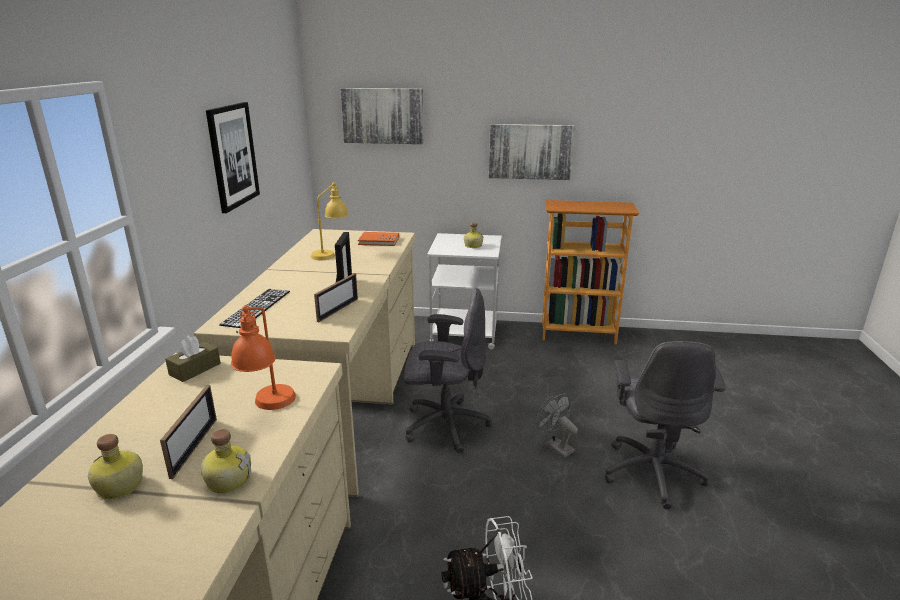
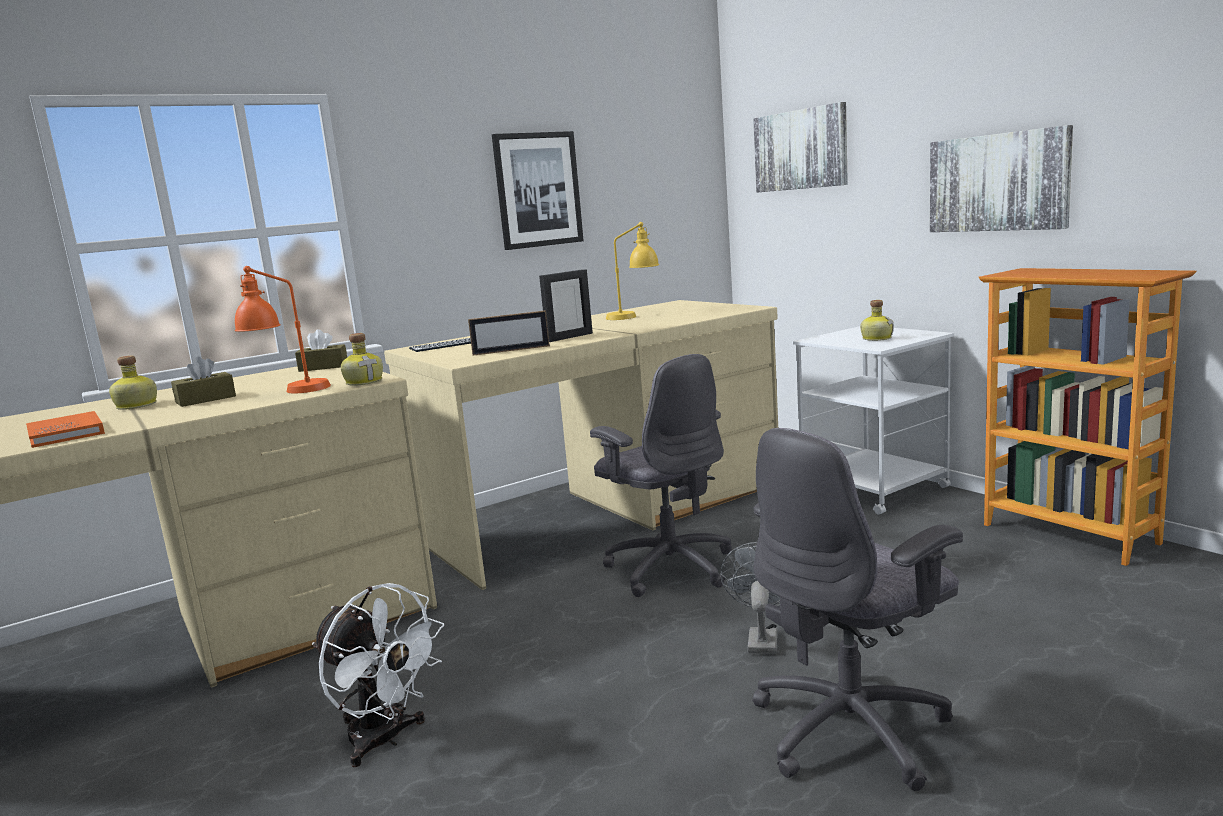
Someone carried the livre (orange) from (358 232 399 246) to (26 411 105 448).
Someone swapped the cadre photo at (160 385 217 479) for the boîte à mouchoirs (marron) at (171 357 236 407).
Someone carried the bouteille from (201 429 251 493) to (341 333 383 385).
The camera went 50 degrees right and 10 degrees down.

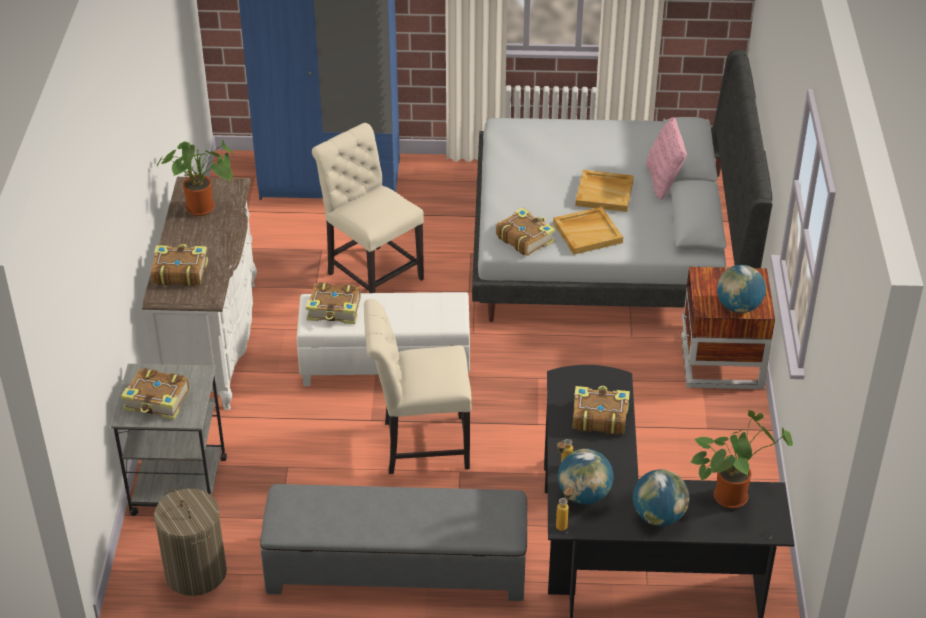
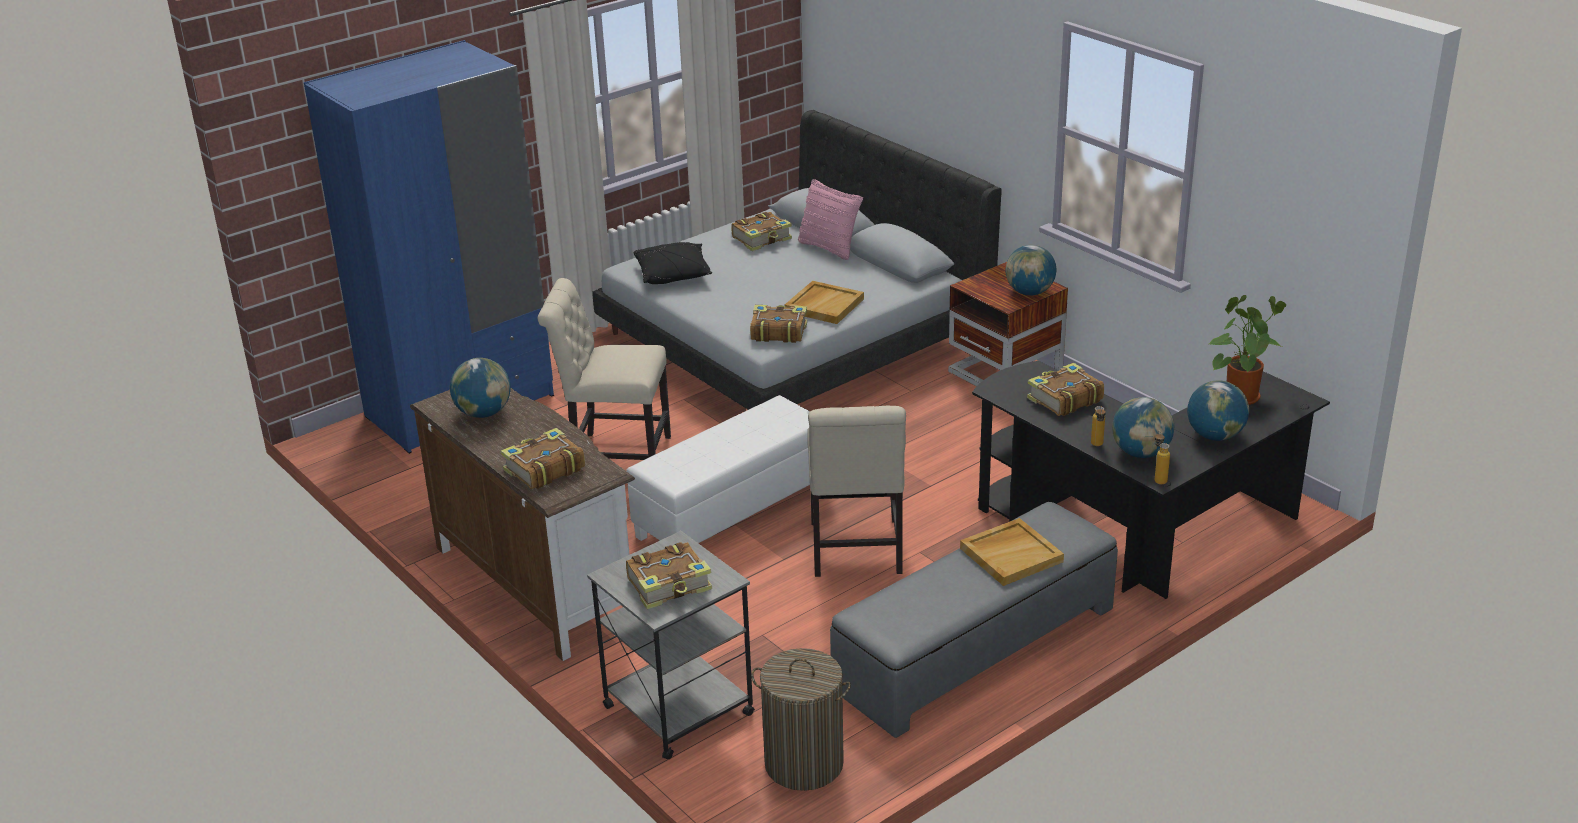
Someone swapped the plante en pot at (157 139 234 216) for the globe at (450 358 511 418).
Someone put down the coussin (noir) at (633 242 712 284).
Someone carried the livre from (306 282 360 324) to (731 212 792 251).
Someone rotated the chaise (beige) at (364 299 472 474) by 45 degrees counterclockwise.
Someone carried the plateau (beige) from (575 170 634 212) to (960 518 1064 586).
The camera went 40 degrees left and 10 degrees down.

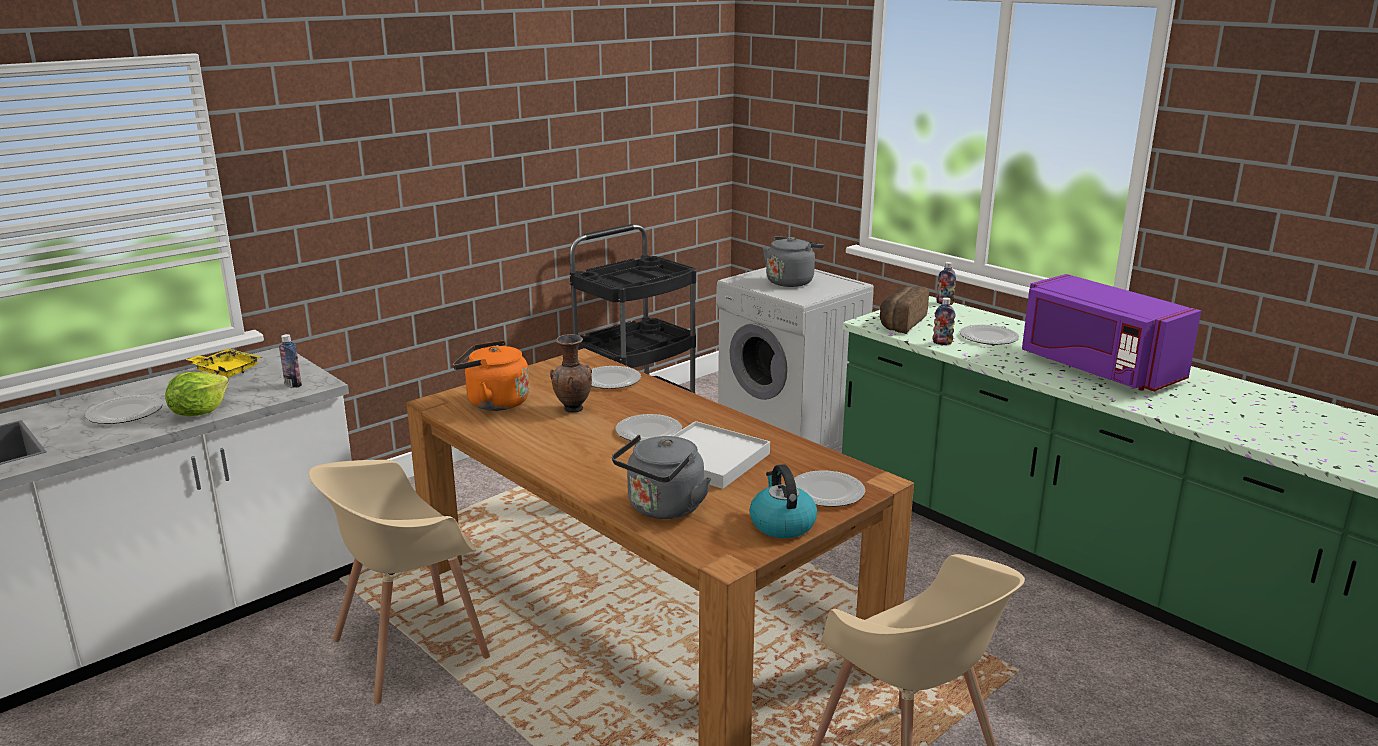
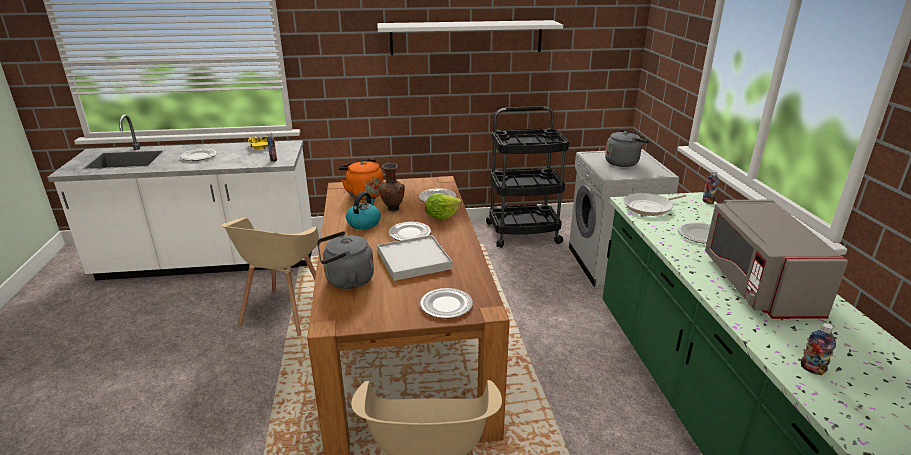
Someone rotated the chaise (beige) at (308 460 490 704) by 75 degrees counterclockwise.
Someone carried the bouilloire from (749 464 817 538) to (346 192 381 229).
Someone put up the étagère (blanc) at (377 20 563 55).
Someone carried the laitue from (165 372 229 416) to (425 193 461 219).
Someone swapped the pain at (880 286 929 333) for the poêle at (623 193 686 216).
Someone repainted the micro-ondes (violet) at (1022 274 1201 391), which became the micro-ondes (gris) at (705 200 848 319).
Someone carried the bouteille from (932 297 956 345) to (801 323 836 375).
The camera went 35 degrees right and 5 degrees up.

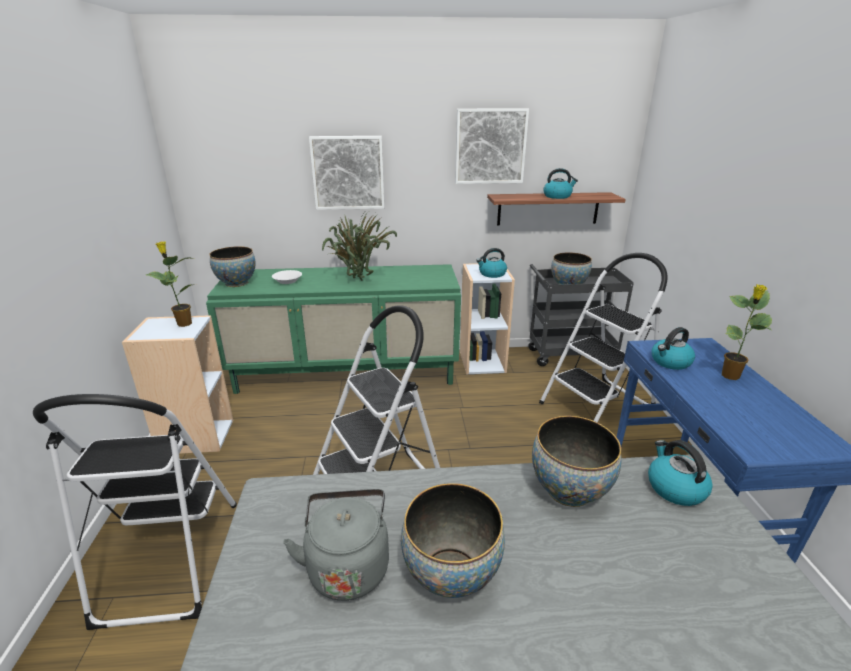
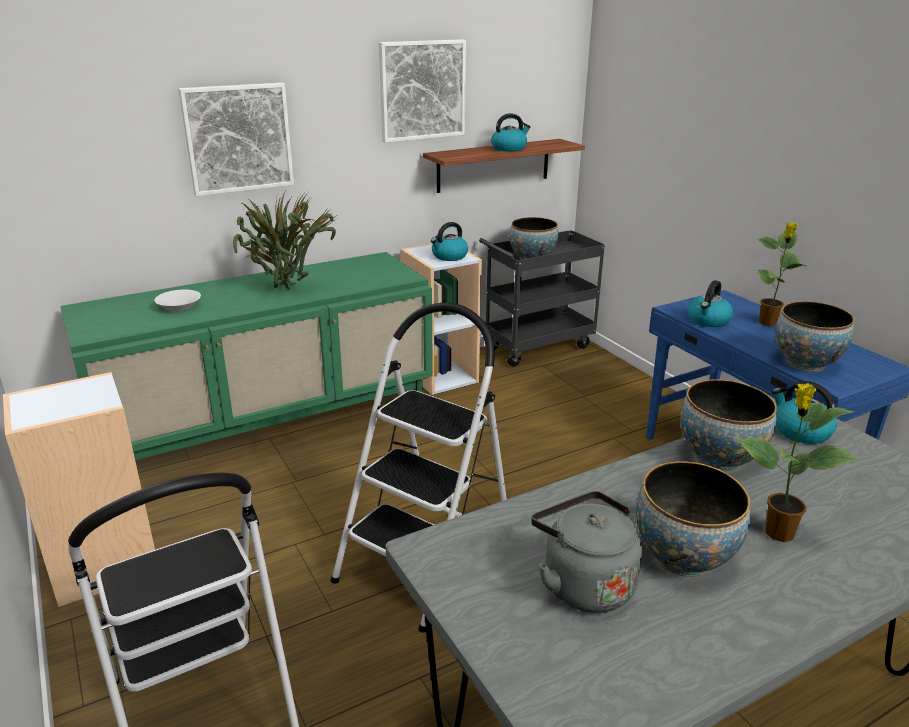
Someone carried the plante en pot from (146 241 195 327) to (736 383 860 542).
Someone carried the bol from (209 246 256 287) to (775 301 854 372).
Someone took away the escabeau at (539 253 668 423).
The camera went 25 degrees left and 0 degrees up.

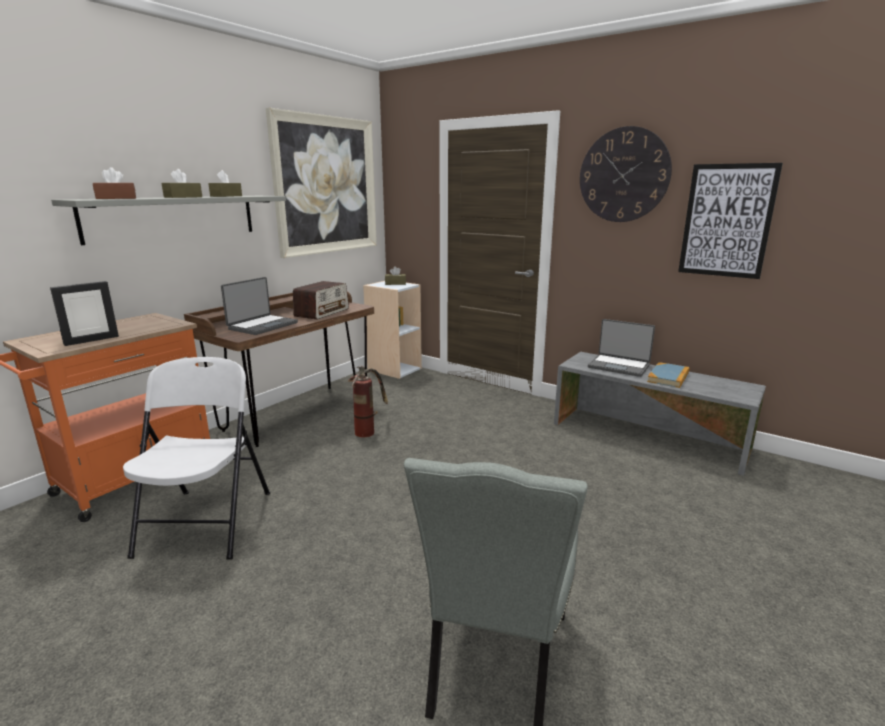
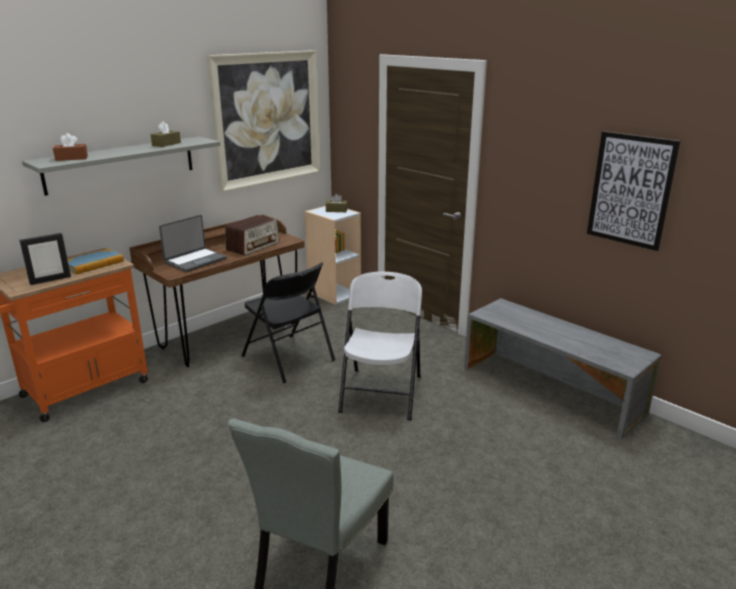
Someone carried the livre from (647 362 690 388) to (68 249 124 275).
Someone swapped the extincteur at (348 366 388 437) for the chaise (noir) at (241 262 335 384).
Someone carried the chaise (blanc) from (123 357 270 560) to (338 272 422 421).
Someone took away the boîte à mouchoirs (marron) at (161 169 202 198).
Someone took away the horloge murale at (580 126 672 222).
Someone took away the ordinateur portable at (588 319 655 377).
The camera went 10 degrees right and 5 degrees up.

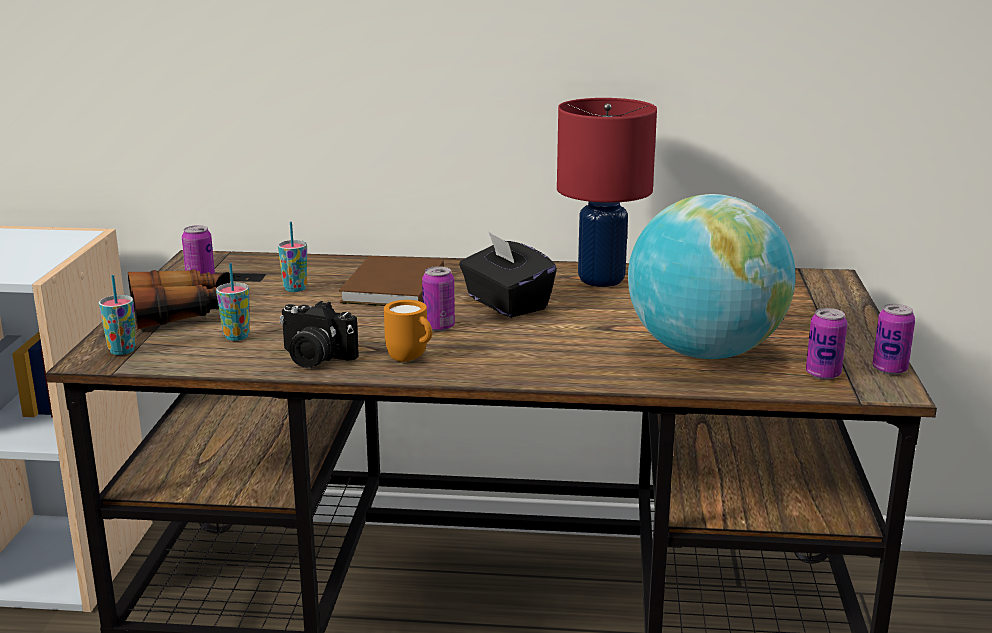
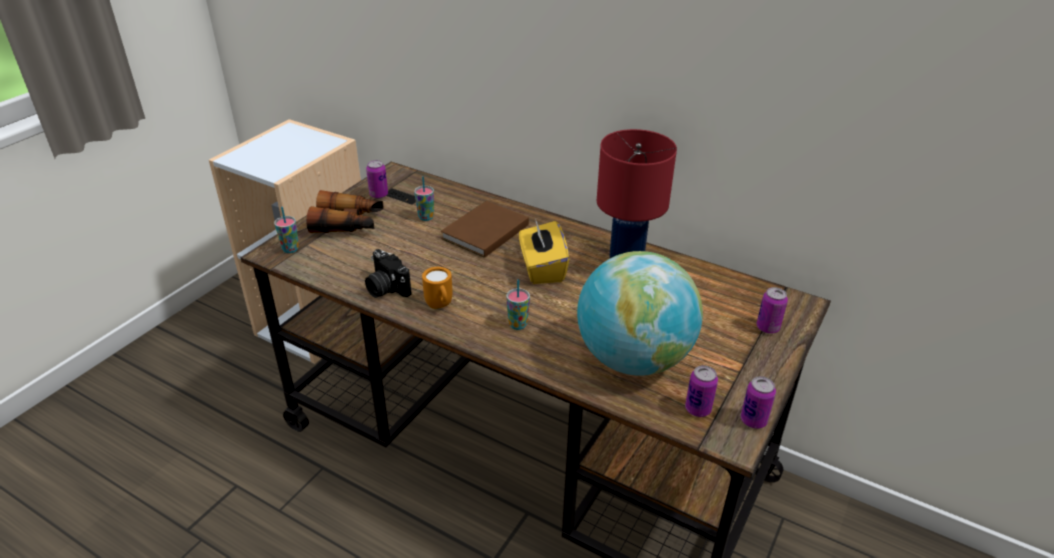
Someone carried the tasse from (216 263 250 341) to (506 279 530 330).
Someone repainted the boîte à mouchoirs (noir) at (459 231 557 318), which became the boîte à mouchoirs (jaune) at (519 218 569 284).
Someone carried the boîte métallique from (422 266 455 331) to (757 287 788 334).
The camera went 25 degrees right and 15 degrees up.

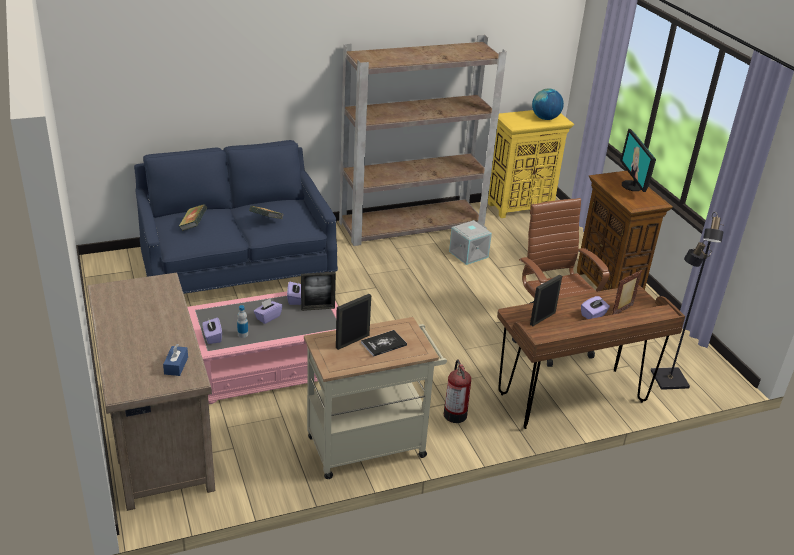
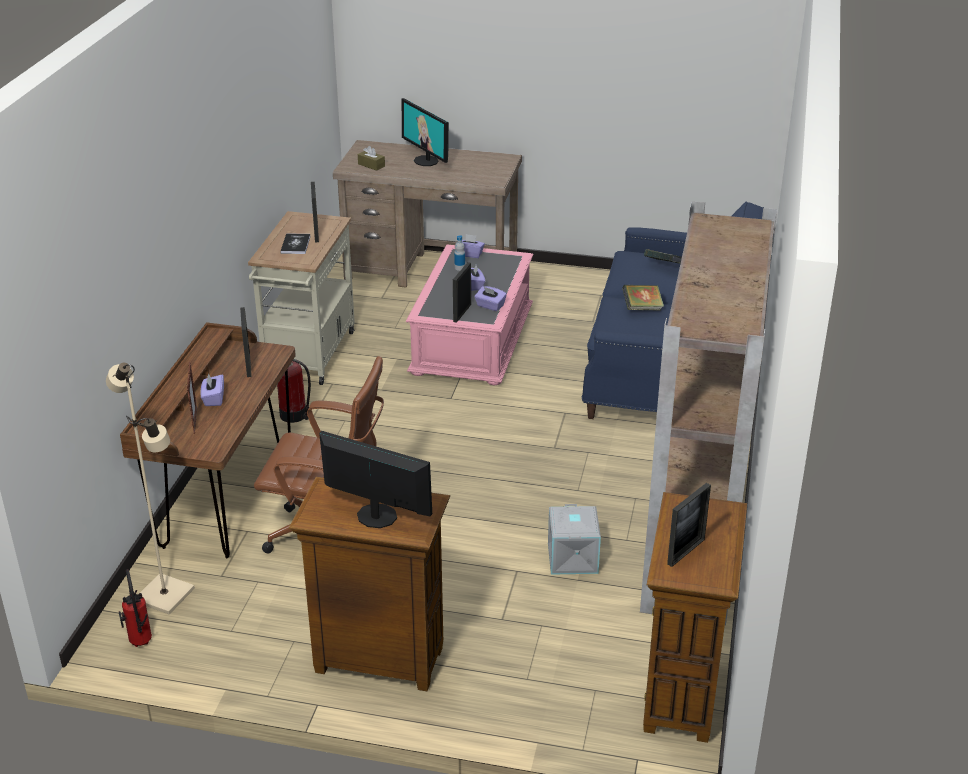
Someone repainted the lampadaire (noir) at (651 212 724 390), which became the lampadaire (beige) at (106 363 195 614).
Someone put down the extincteur at (119 569 152 647).
Someone repainted the boîte à mouchoirs (bleu) at (163 344 188 376), which became the boîte à mouchoirs (marron) at (358 146 385 171).
Someone put down the écran d'ordinateur at (402 98 449 166).
Someone repainted the meuble de rangement (jaune) at (488 110 574 218), which became the meuble de rangement (marron) at (643 492 747 743).
Someone swapped the globe at (532 88 564 120) for the cadre photo at (667 483 711 567).
The camera went 125 degrees right and 0 degrees up.

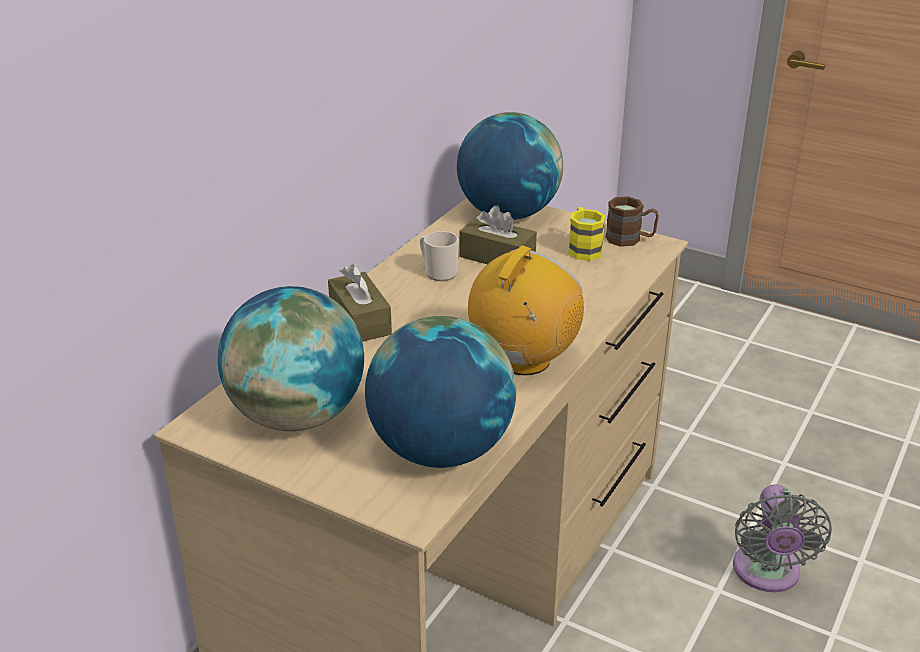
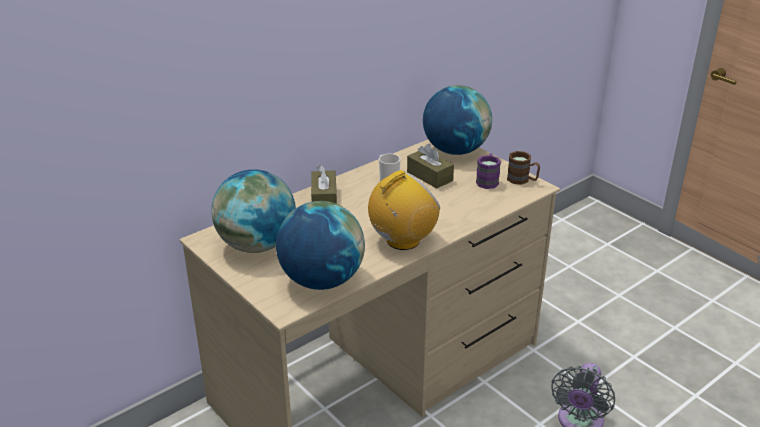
Someone repainted the mug (jaune) at (568 207 605 261), which became the mug (violet) at (476 153 501 189).
The camera went 20 degrees right and 0 degrees up.

